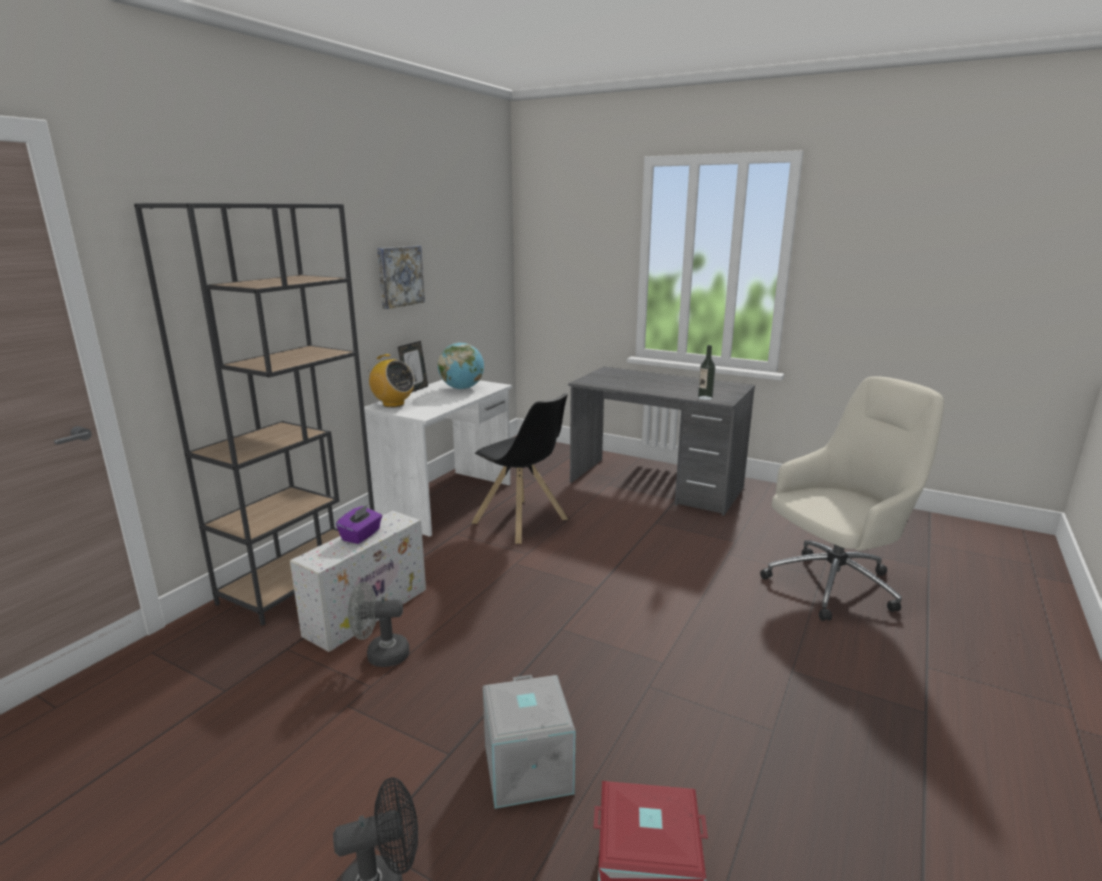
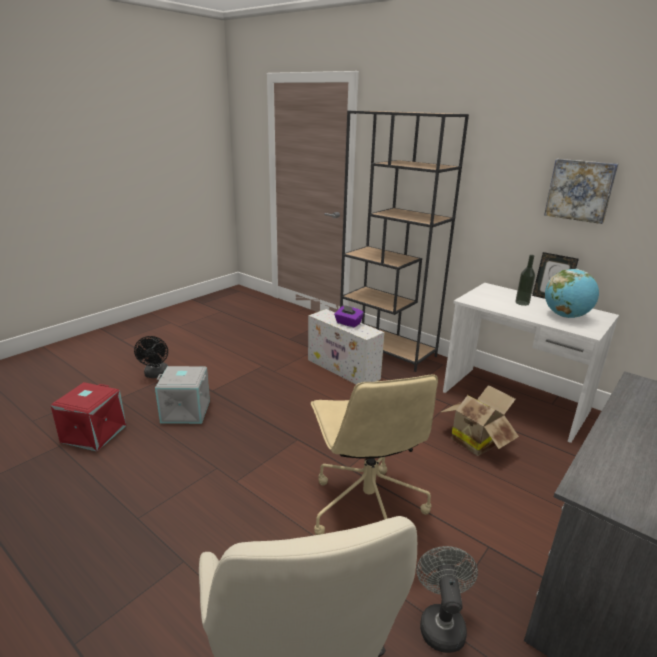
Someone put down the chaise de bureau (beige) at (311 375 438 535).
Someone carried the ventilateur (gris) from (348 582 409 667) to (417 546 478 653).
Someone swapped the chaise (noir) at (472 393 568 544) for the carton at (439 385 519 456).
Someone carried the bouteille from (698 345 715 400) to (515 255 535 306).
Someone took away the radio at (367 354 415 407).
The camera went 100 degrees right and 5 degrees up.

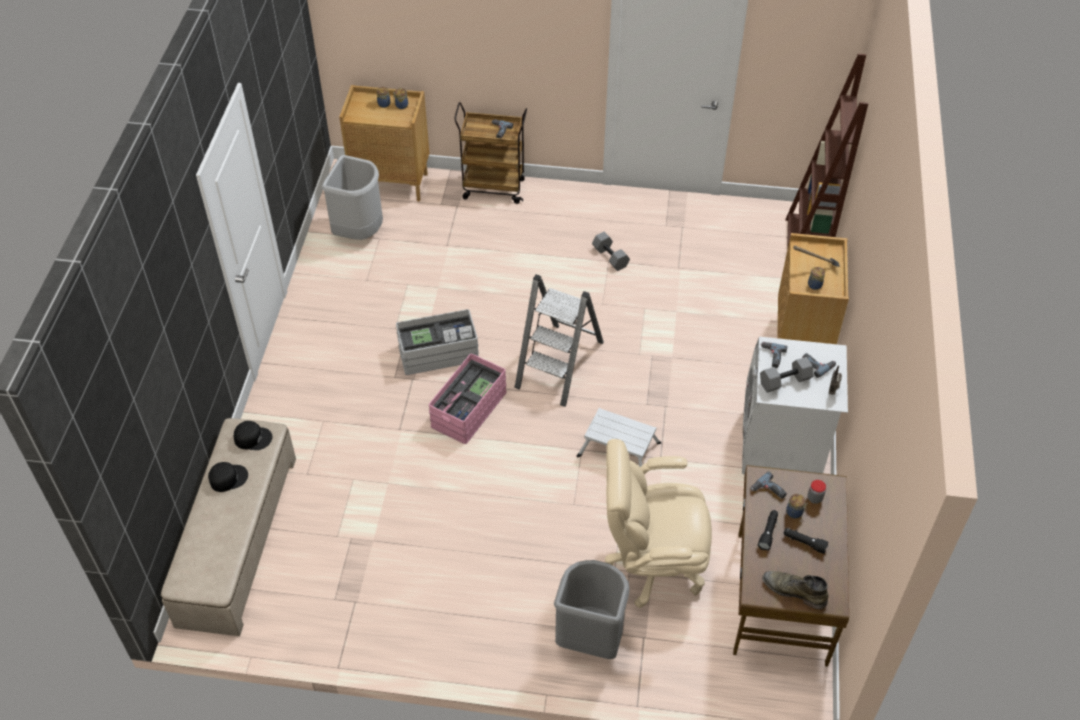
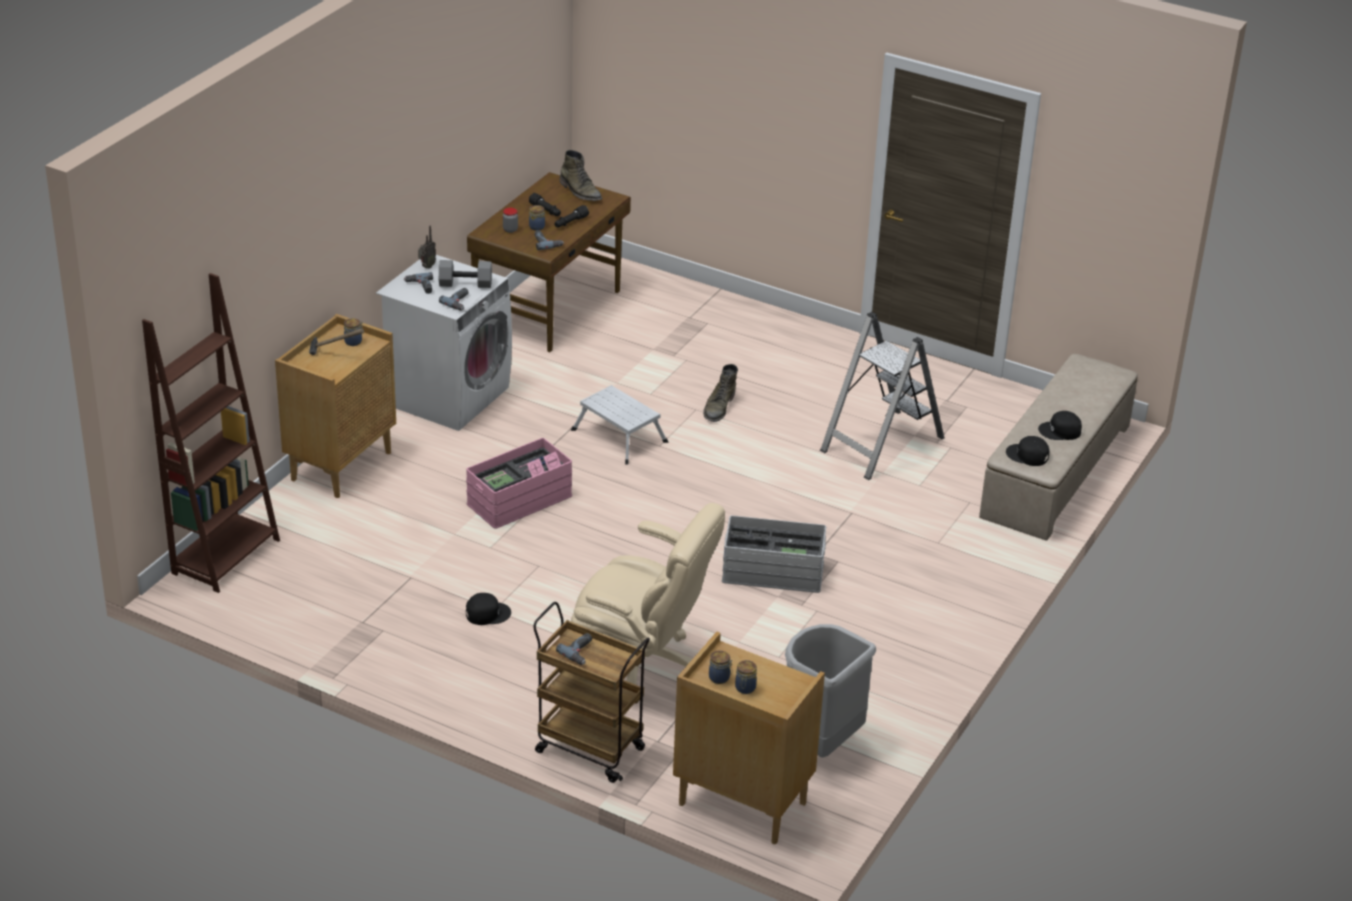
Someone carried the boîte de rangement (rose) from (429 354 507 444) to (466 438 572 528).
Someone swapped the haltère (gris) at (592 232 630 271) for the casquette (noir) at (466 593 511 625).
Someone carried the chaise de bureau (beige) from (605 439 712 608) to (571 503 725 685).
Someone put down the botte (vert) at (703 364 738 422).
Someone carried the escabeau (gris) from (514 274 604 407) to (820 312 945 480).
Someone took away the poubelle (gris) at (554 560 630 659).
The camera went 160 degrees left and 15 degrees down.

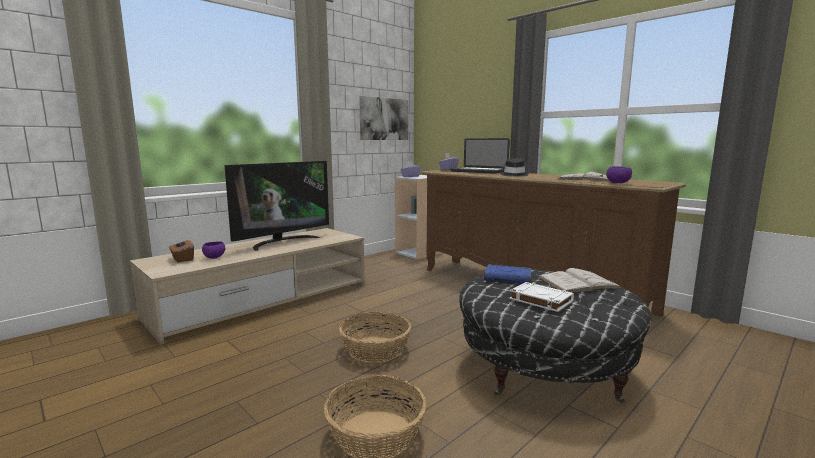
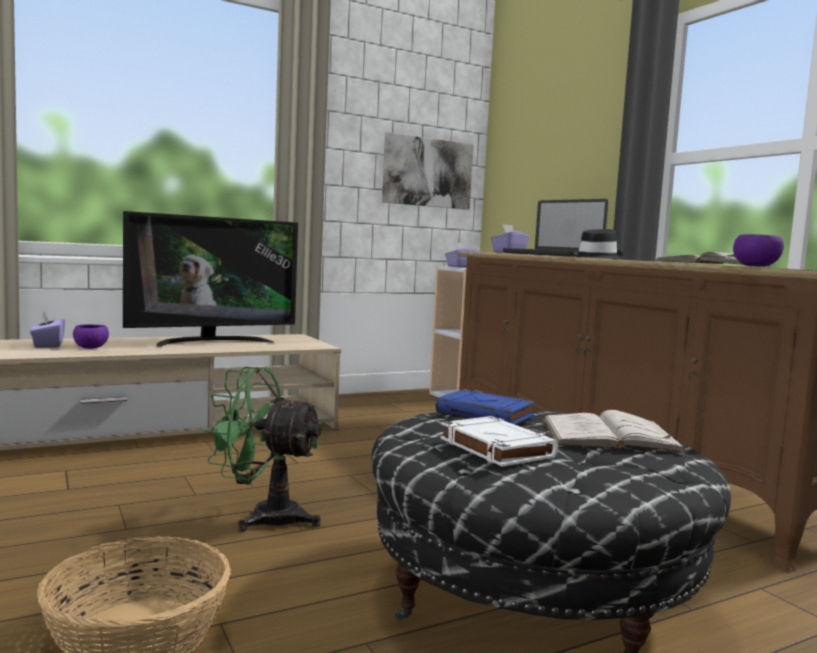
Someone repainted the boîte à mouchoirs (marron) at (169 238 194 262), which became the boîte à mouchoirs (violet) at (30 310 65 348).
Someone swapped the panier at (339 312 411 363) for the ventilateur (vert) at (203 367 324 532).
The camera went 15 degrees right and 5 degrees down.

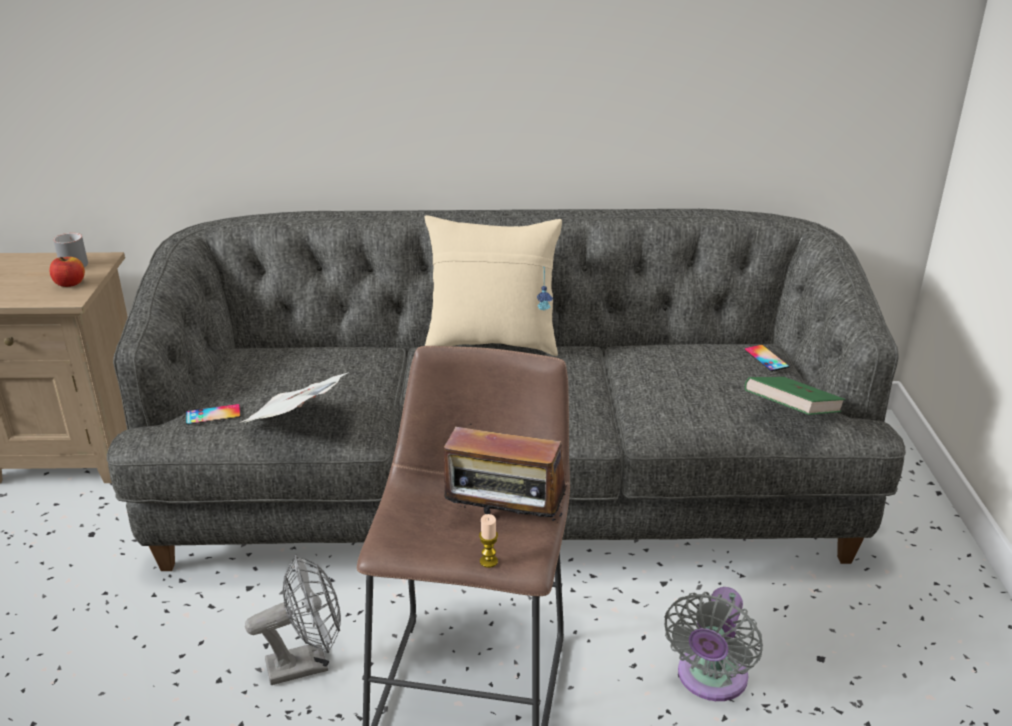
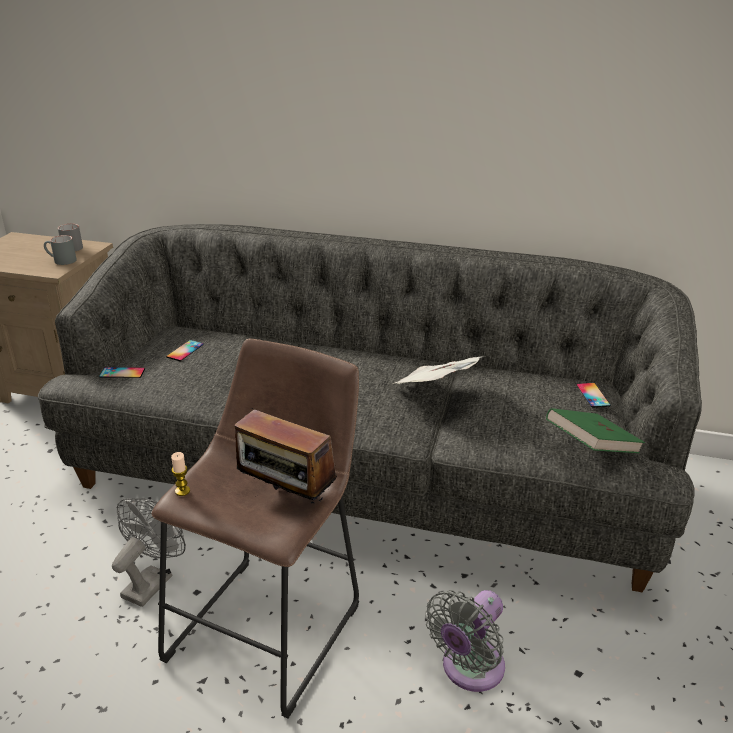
Someone swapped the pomme at (50 257 85 287) for the mug (gris) at (44 235 77 265).
Someone rotated the ventilateur (gris) at (245 555 341 685) by 60 degrees counterclockwise.
Someone put down the téléphone at (166 340 204 361).
Someone carried the bougie from (479 514 498 568) to (171 452 190 496).
Someone carried the journal from (240 372 349 423) to (392 356 484 384).
Someone took away the coussin (beige) at (425 215 562 356).
The camera went 15 degrees right and 0 degrees up.

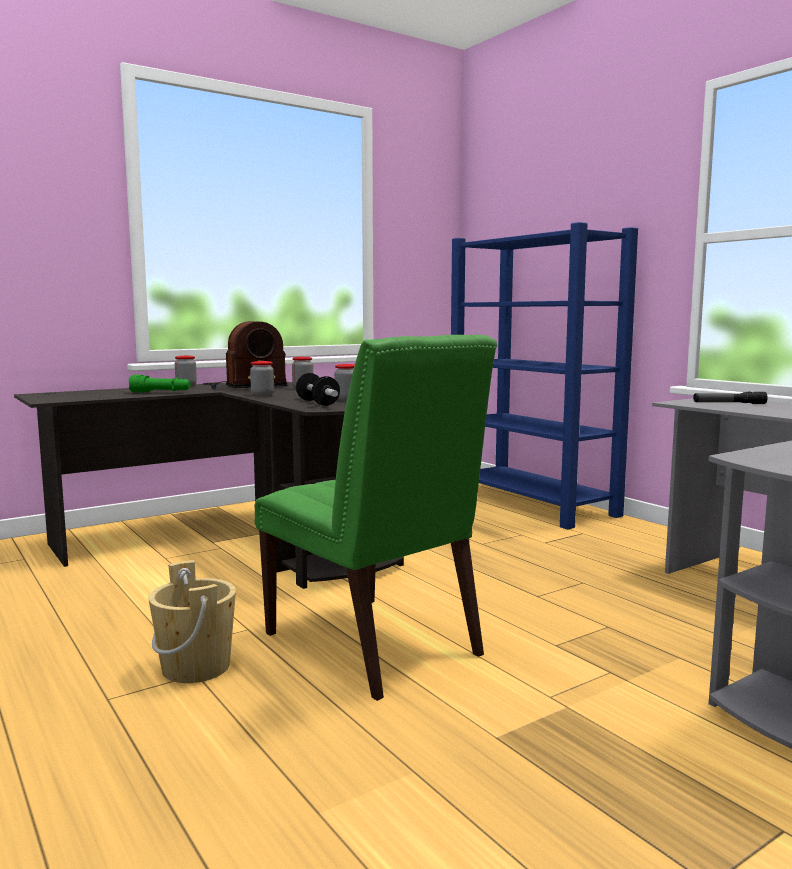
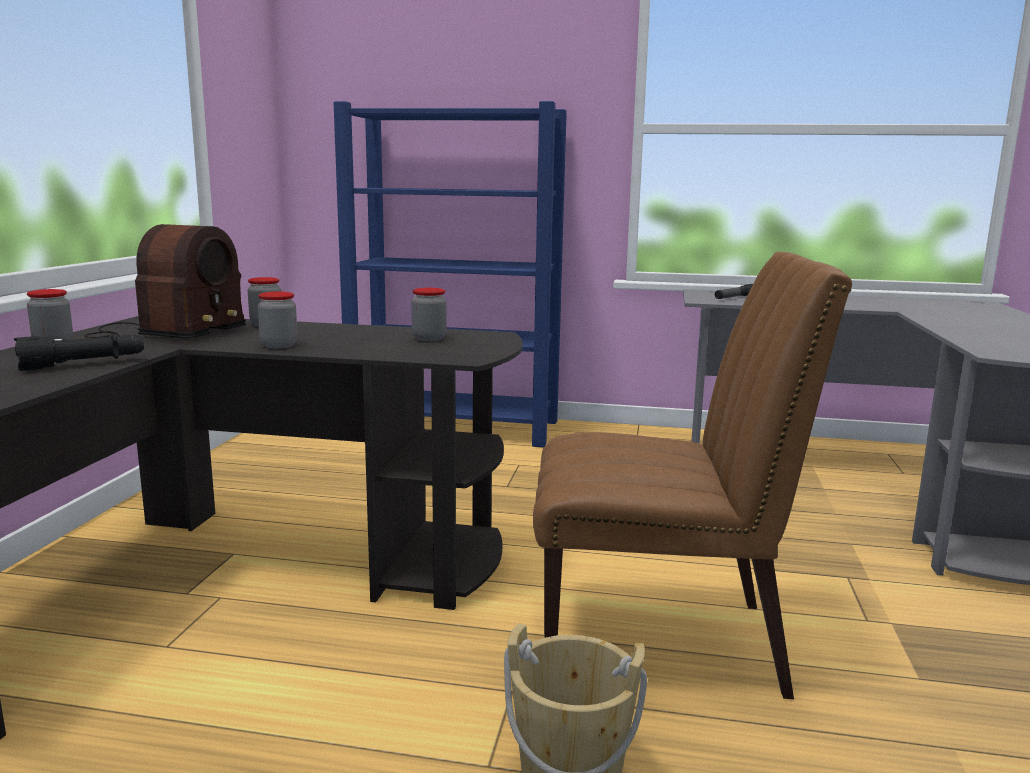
Someone repainted the lampe de poche (vert) at (129 375 191 393), which became the lampe de poche (noir) at (14 333 144 371).
Someone repainted the chaise (vert) at (254 335 497 701), which became the chaise (marron) at (533 251 852 699).
Someone took away the haltère at (296 373 340 406).
The camera went 45 degrees left and 5 degrees up.

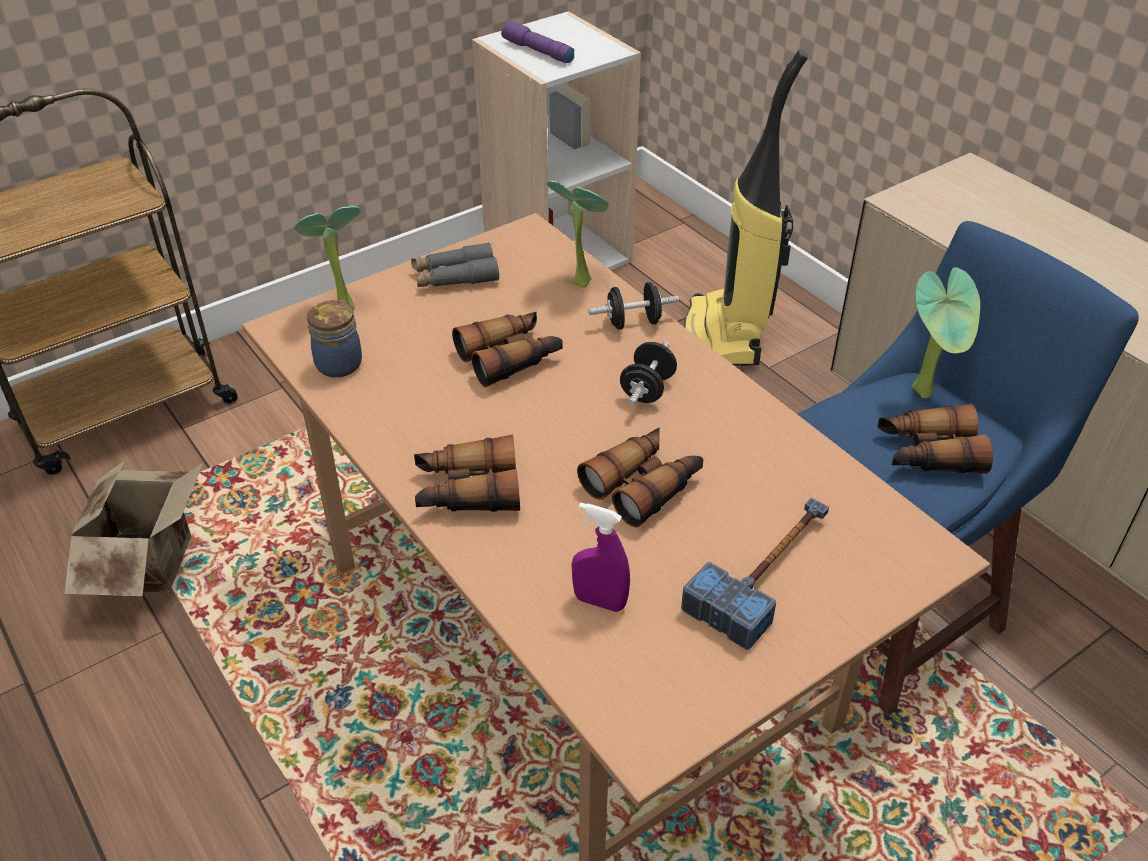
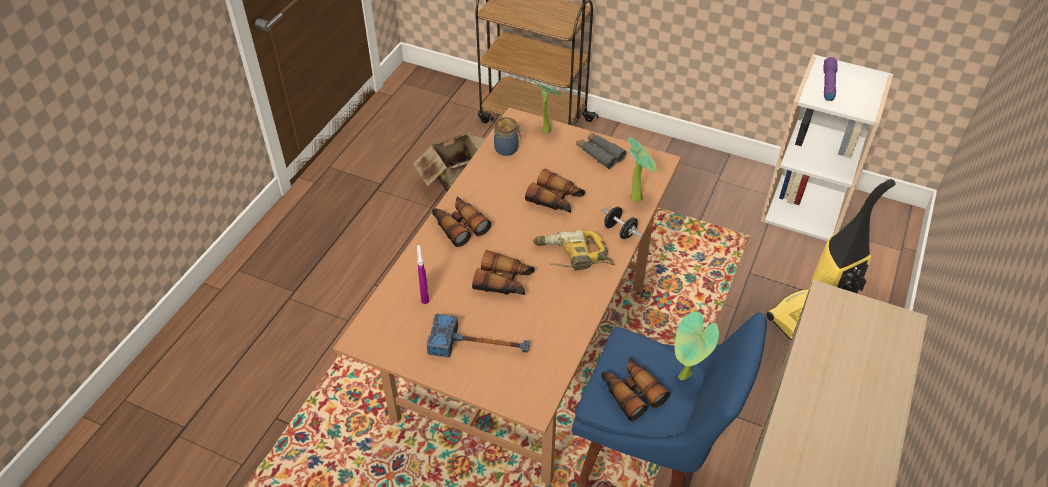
Someone swapped the haltère (noir) at (620 342 677 405) for the perceuse at (533 230 614 270).
The camera went 60 degrees right and 5 degrees up.

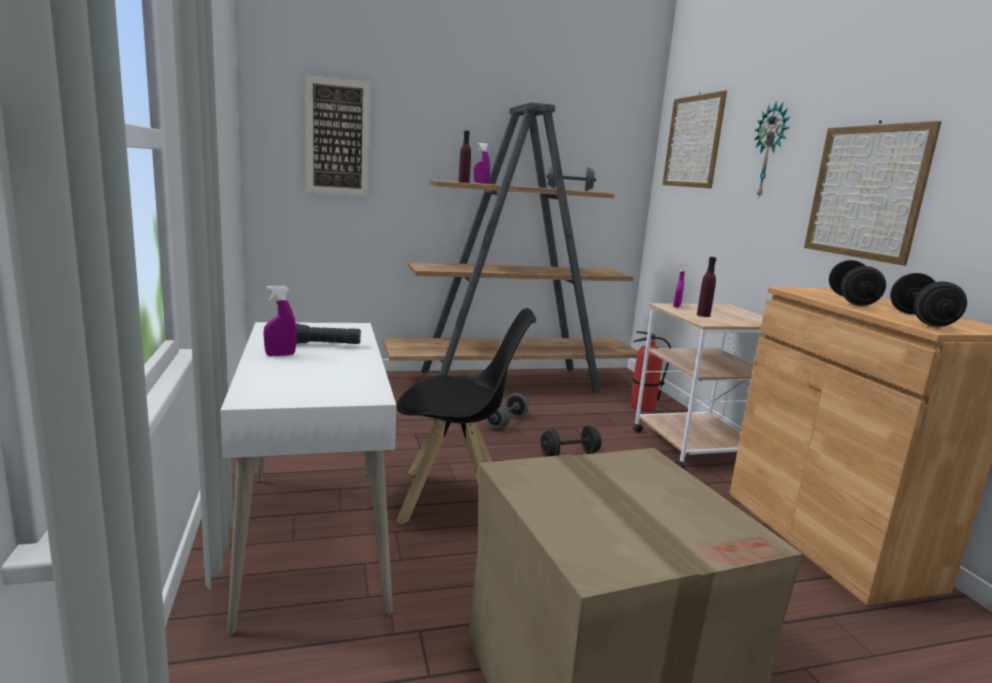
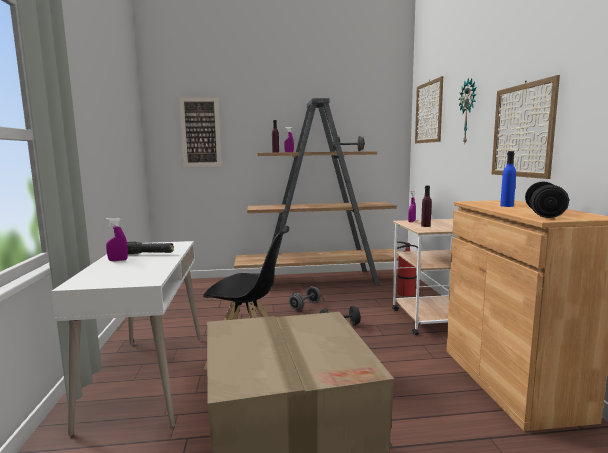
Someone swapped the haltère (noir) at (829 260 886 306) for the bouteille (bleu) at (500 151 516 207).
The camera went 10 degrees right and 5 degrees down.

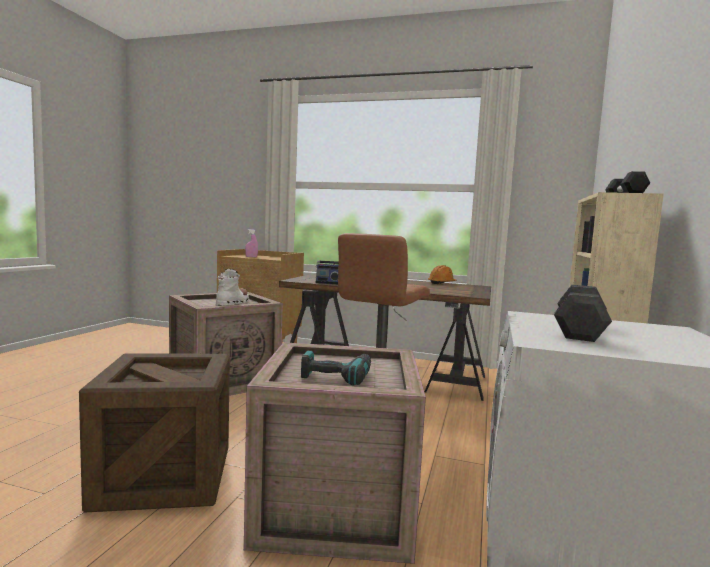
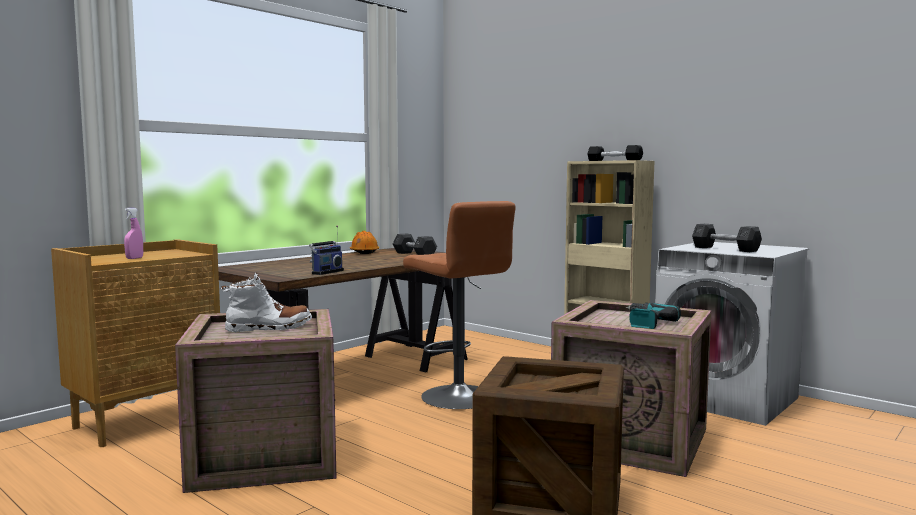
Someone rotated the botte (blanc) at (216 269 249 306) by 120 degrees clockwise.
Someone put down the haltère (gris) at (393 234 437 255).
The camera went 65 degrees left and 0 degrees up.

